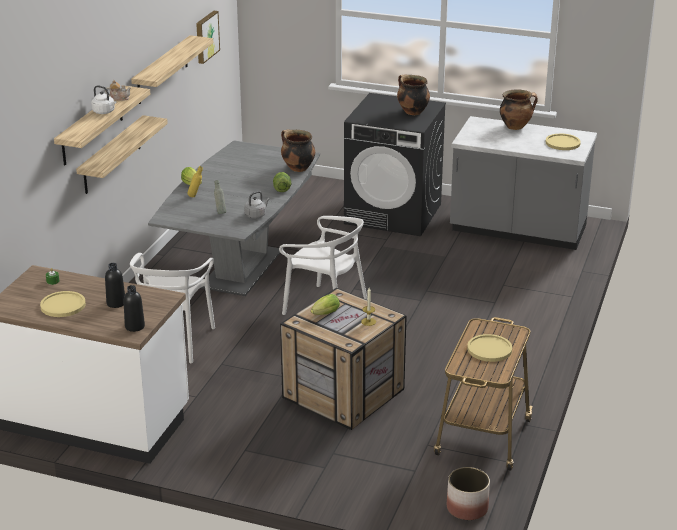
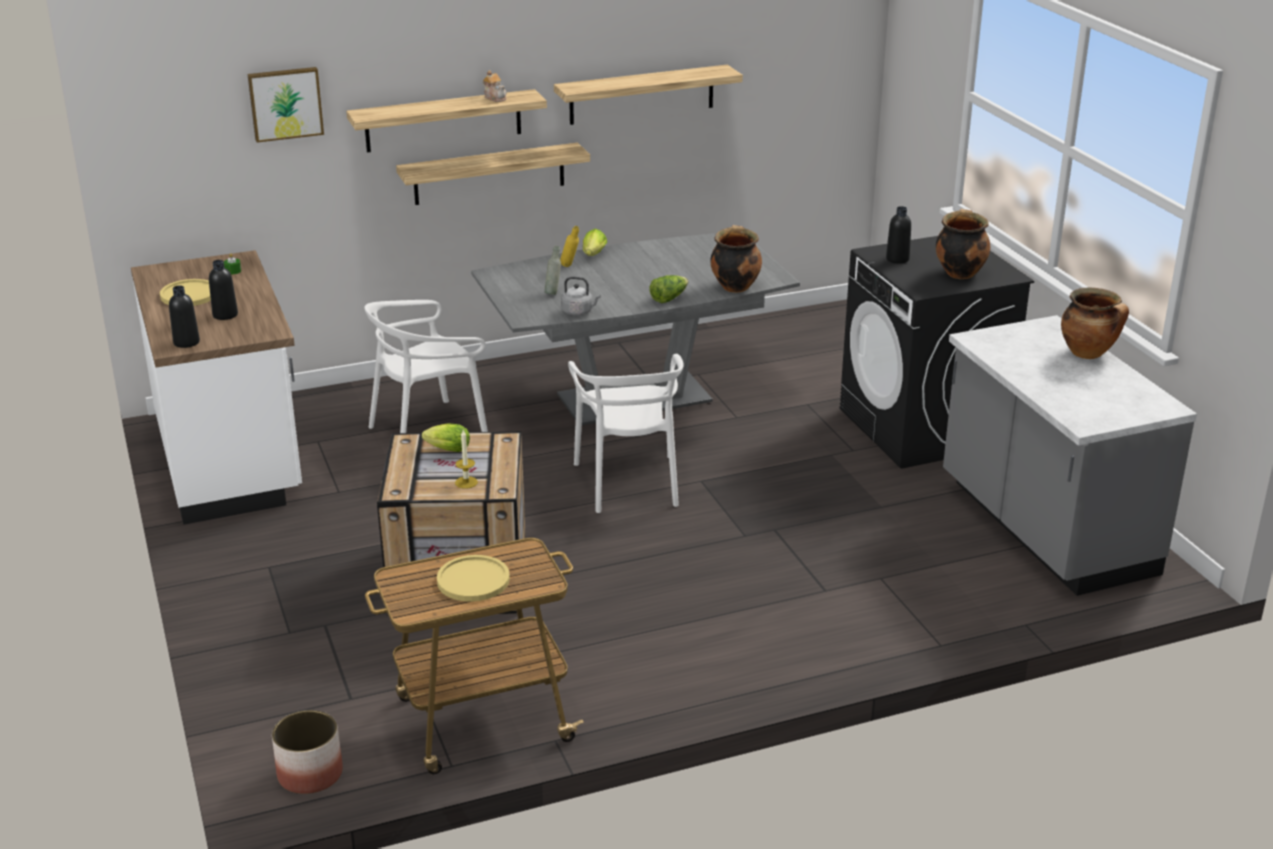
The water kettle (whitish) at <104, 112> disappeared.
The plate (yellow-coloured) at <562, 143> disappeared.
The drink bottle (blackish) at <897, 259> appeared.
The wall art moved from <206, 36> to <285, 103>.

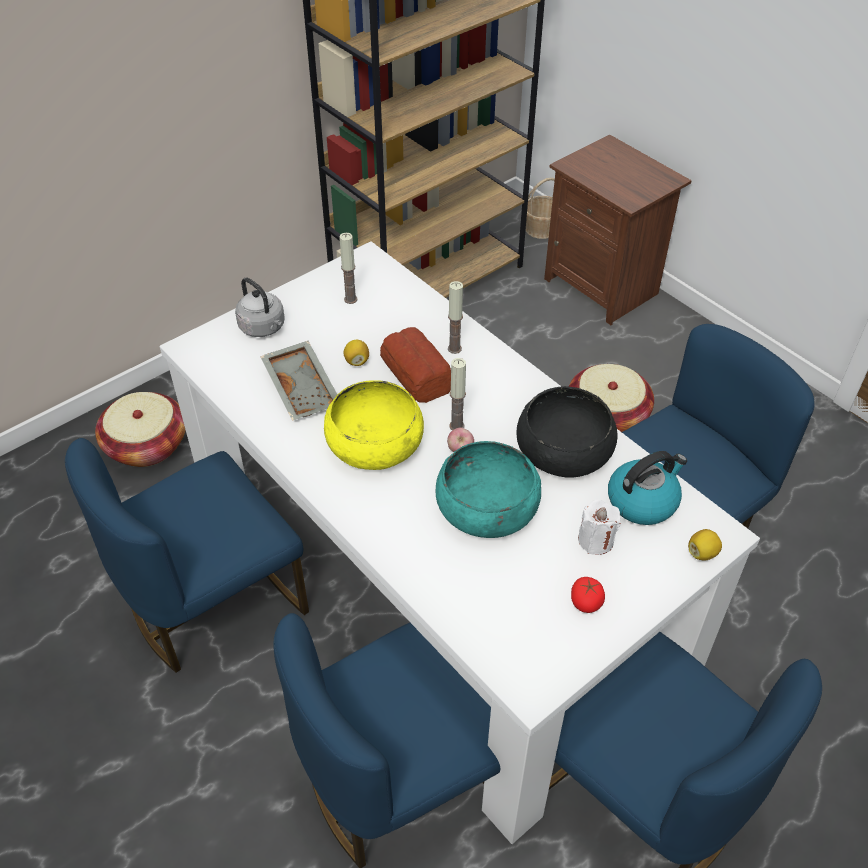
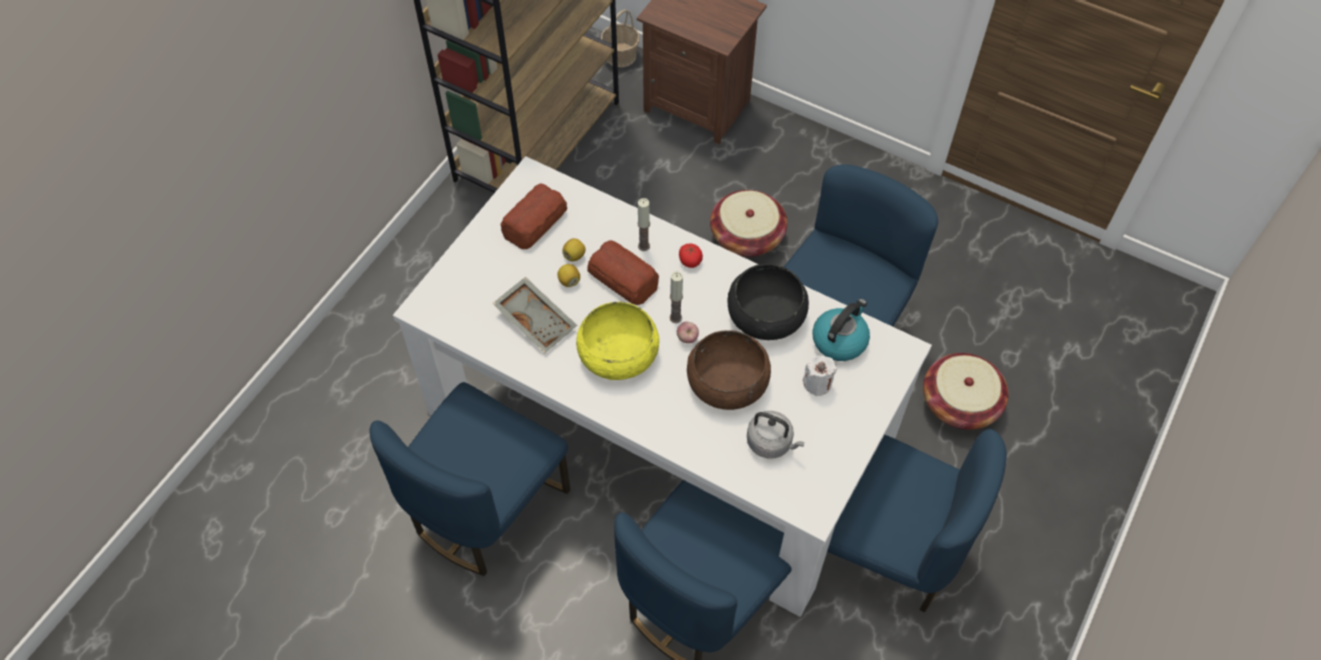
The household basket moved from <146, 445> to <959, 403>.
The water kettle (grey) moved from <263, 328> to <771, 443>.
The whole tomato moved from <586, 602> to <690, 260>.
The lemon moved from <702, 553> to <574, 255>.
The wax light at <350, 299> was replaced by the bakery bread at <535, 222>.
The deep dish (blue-green) at <486, 507> became the deep dish (brownish) at <727, 381>.

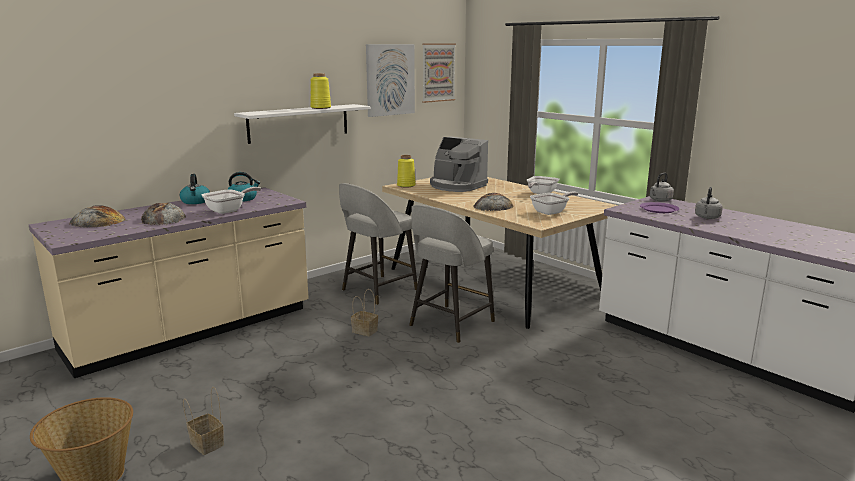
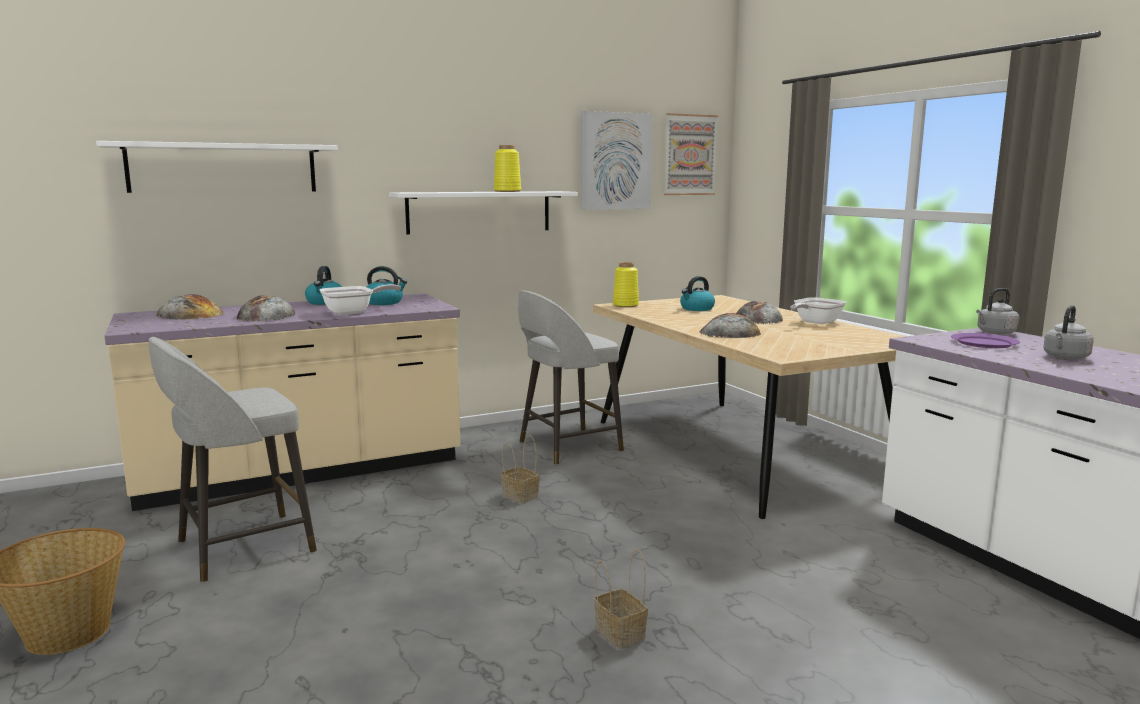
The frying pan at <552, 212> disappeared.
The wall shelf (whitish) at <223, 168> appeared.
The bakery bread at <758, 318> appeared.
The household basket moved from <205, 443> to <618, 633>.
The stool seat (grey) moved from <450, 324> to <241, 547>.
The coffee brewer at <456, 186> was replaced by the water kettle at <696, 309>.

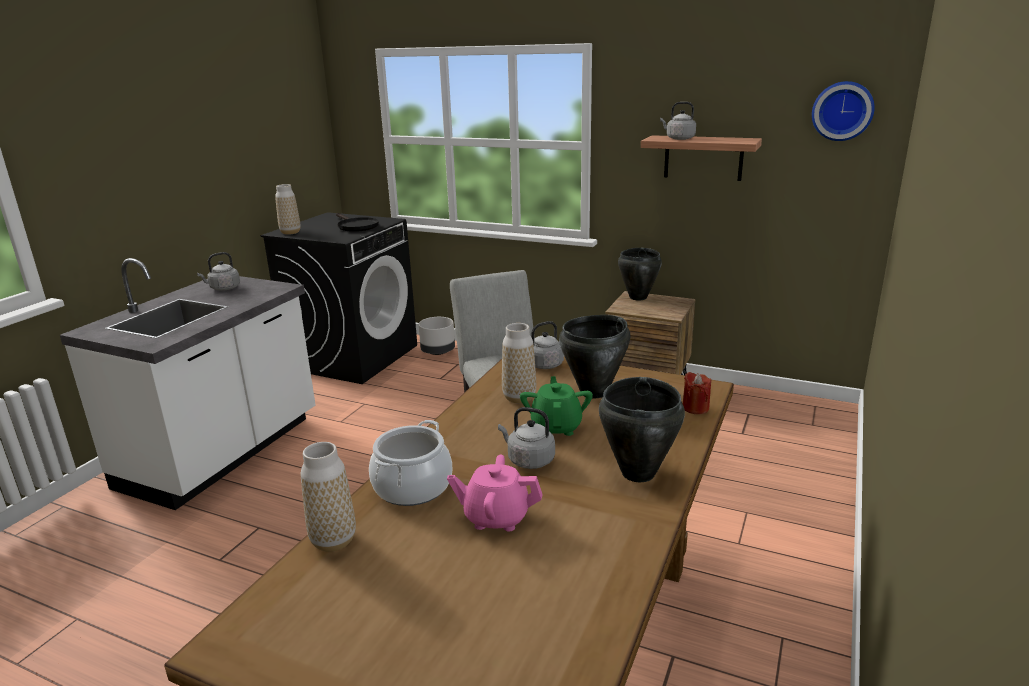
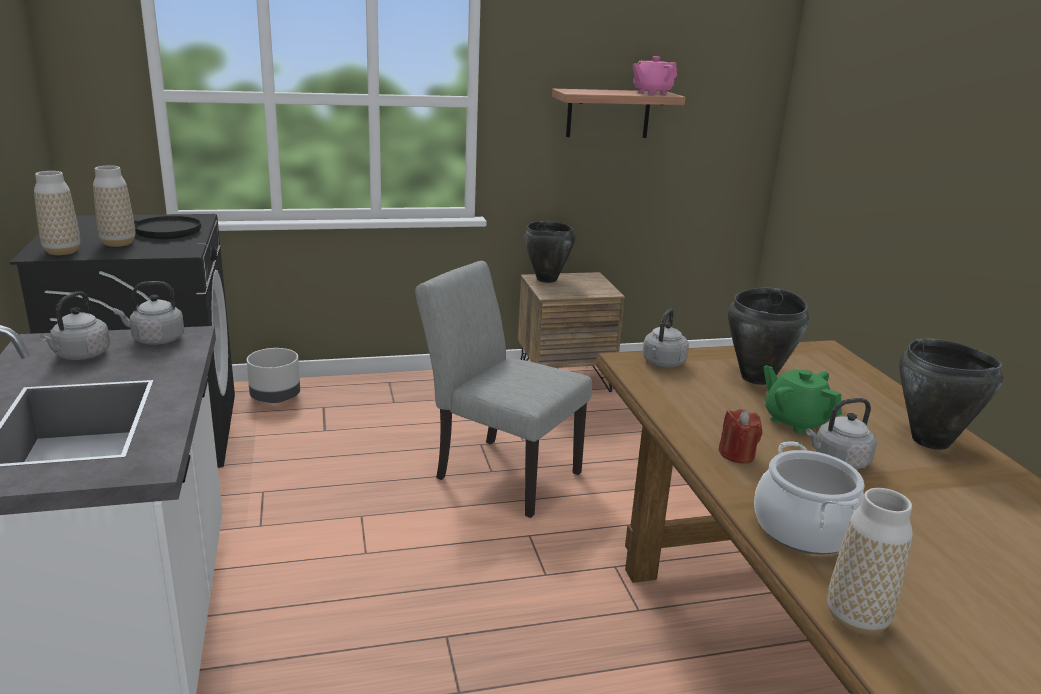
The clock on the wall at <842, 111> disappeared.
The teapot (pink) moved from <496, 517> to <652, 93>.
The vase moved from <519, 398> to <118, 243>.
The water kettle (grey) moved from <678, 138> to <155, 339>.
The wax light (red) moved from <695, 408> to <737, 454>.

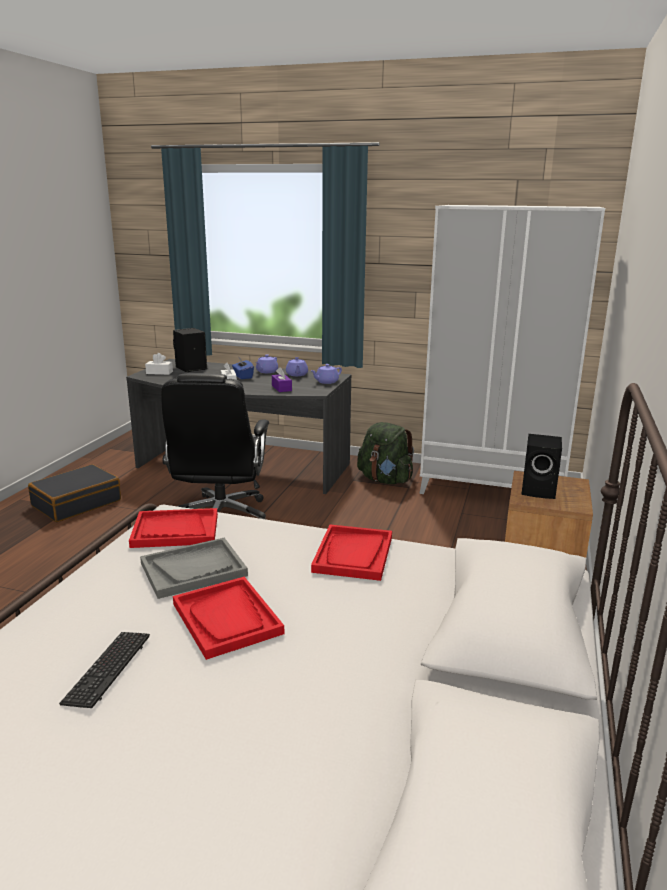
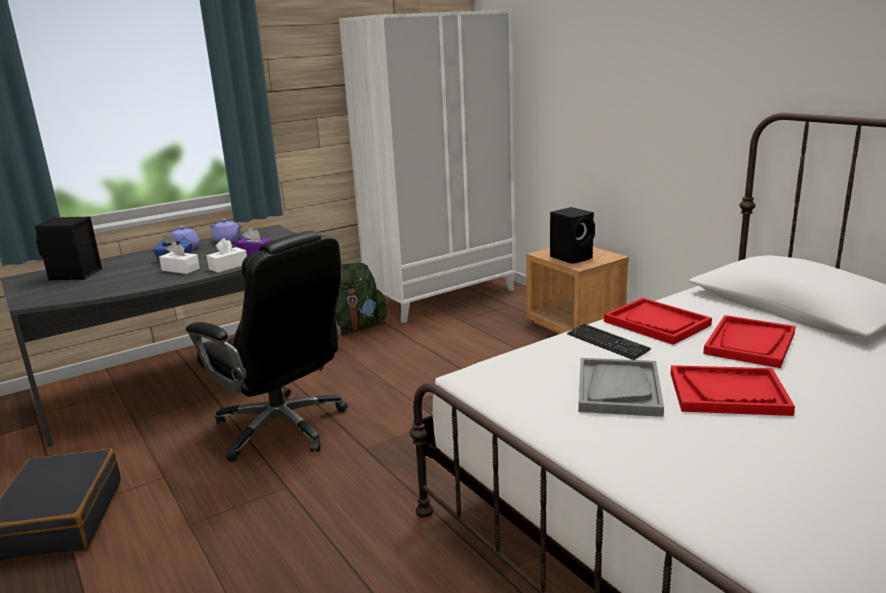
The teapot (purple) at <326, 382> disappeared.
The computer keyboard moved from <108, 670> to <607, 343>.
The tray (red) moved from <175, 530> to <750, 344>.
The box of tissues (whitish) moved from <159, 372> to <228, 266>.

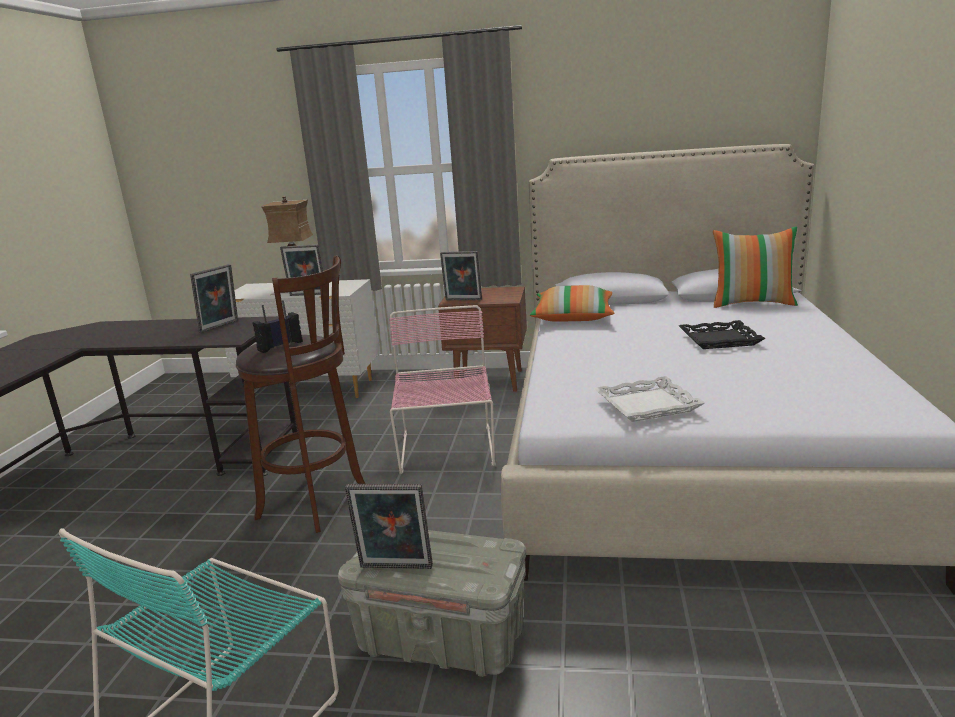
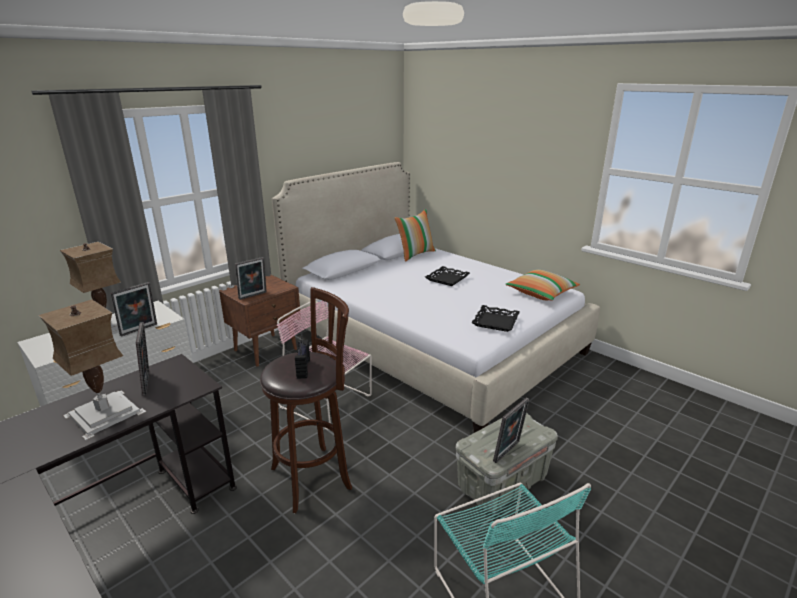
The tabletop lamp at <102, 414> appeared.
The pillow moved from <573, 317> to <541, 293>.
The tray (whitish) at <647, 405> became the tray (blackish) at <495, 321>.

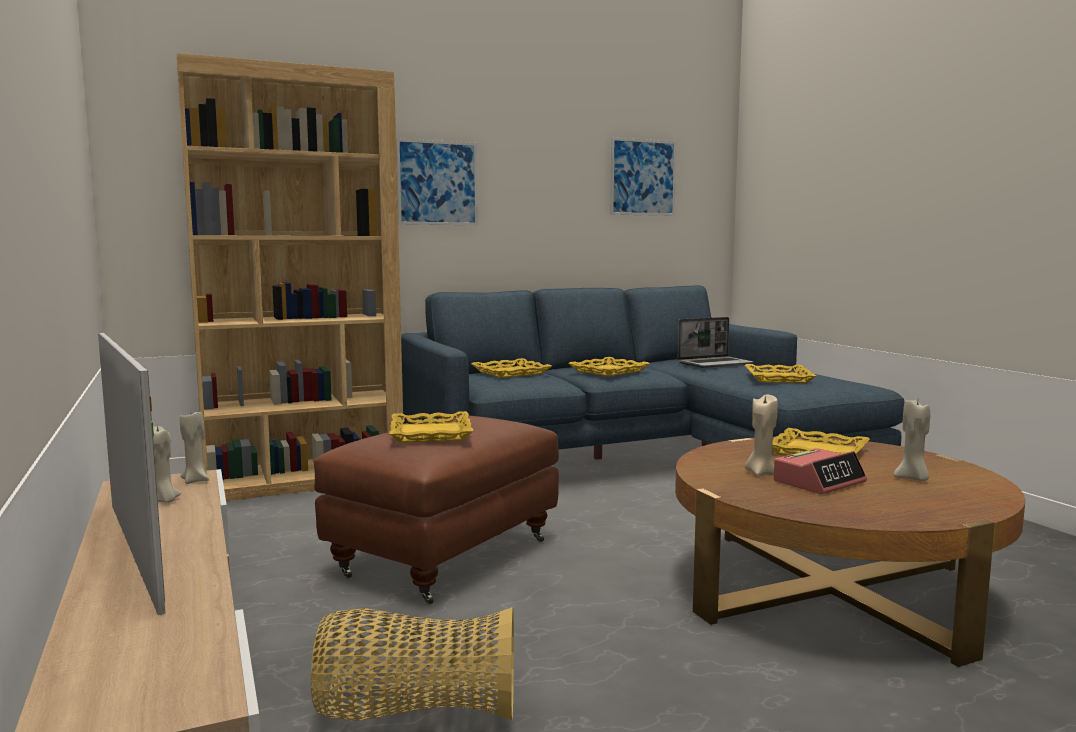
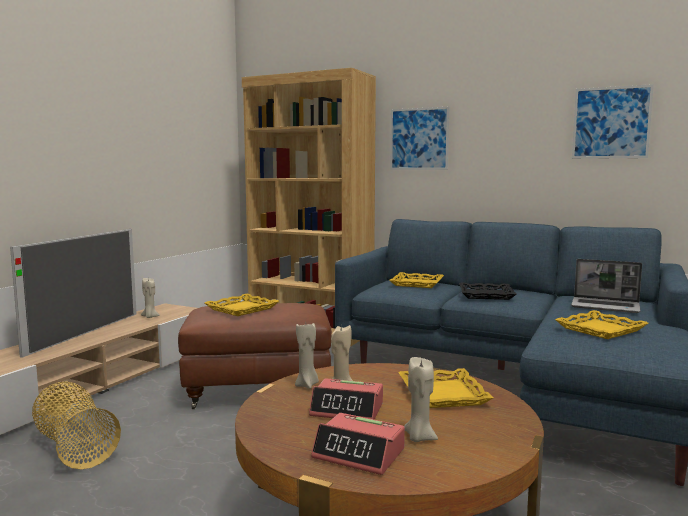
The table clock at <359, 454> appeared.
The wax light (sand-coloured) moved from <196, 480> to <307, 385>.
The tray (yellow-coloured) at <608, 371> became the tray (blackish) at <486, 295>.

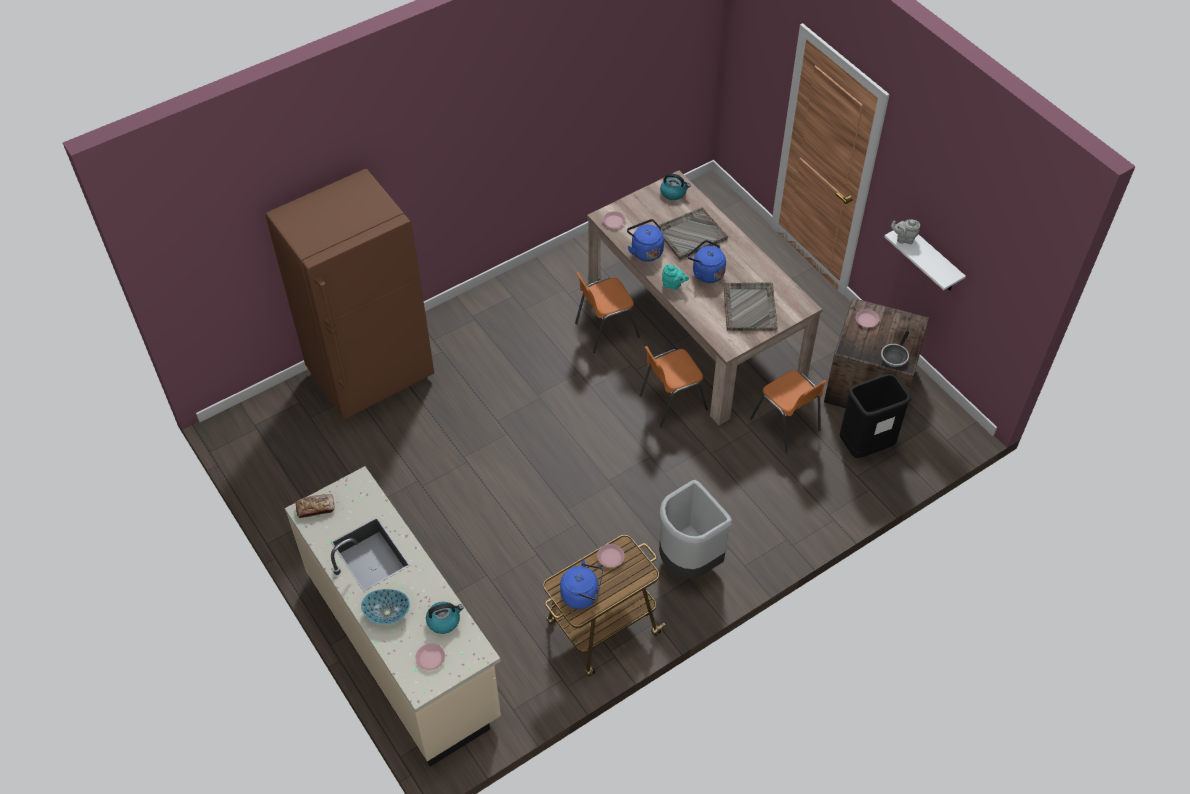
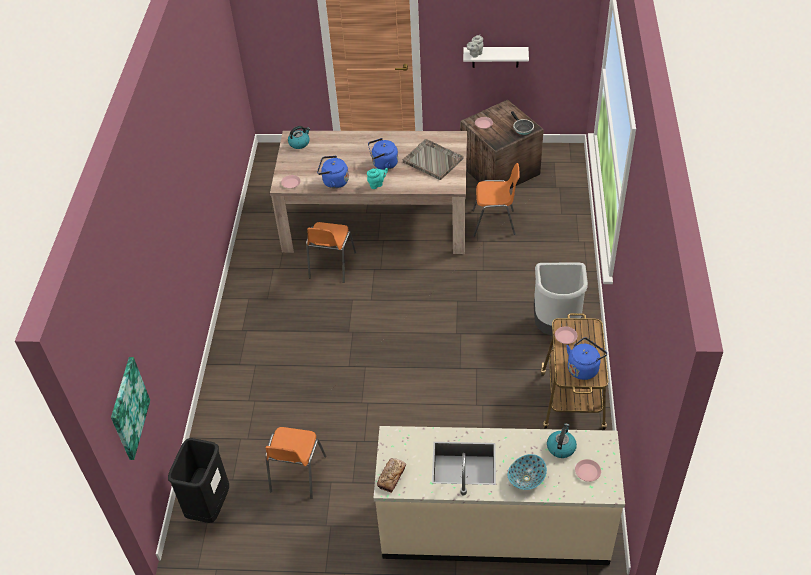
The fridge (brownish) at <372, 376> disappeared.
The tray (grey) at <690, 234> disappeared.
The wall art at <128, 408> appeared.
The plain chair (orange-coloured) moved from <671, 402> to <296, 475>.
The rubbish bin (blackish) moved from <865, 446> to <209, 506>.

